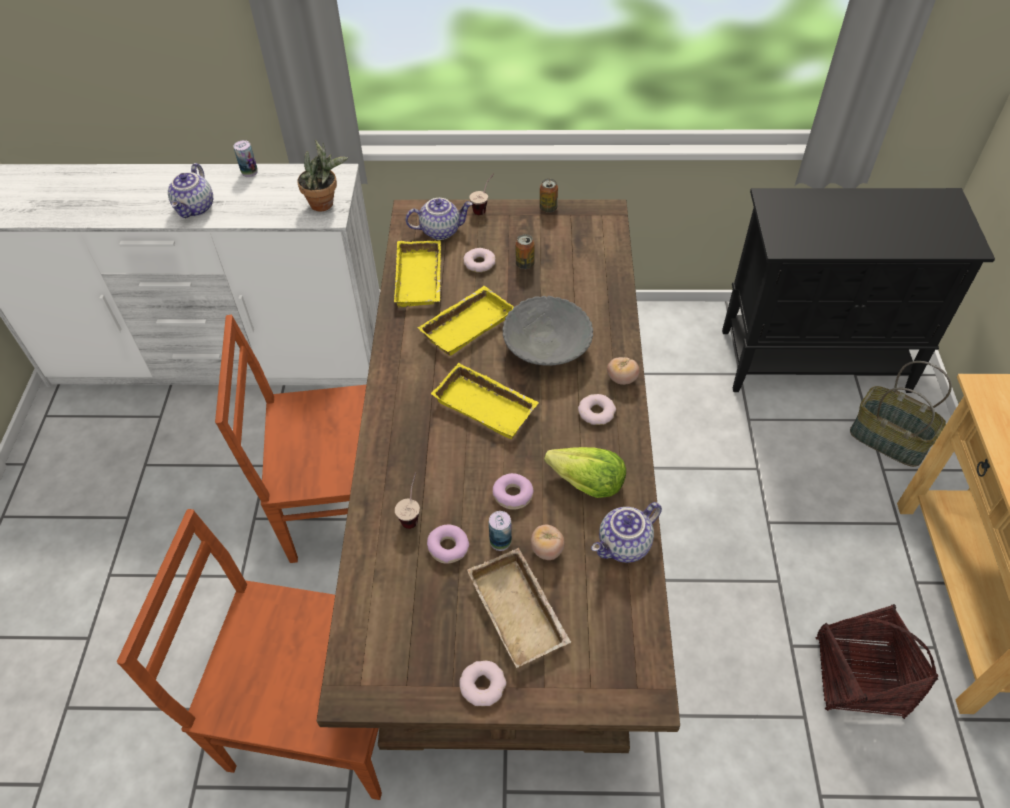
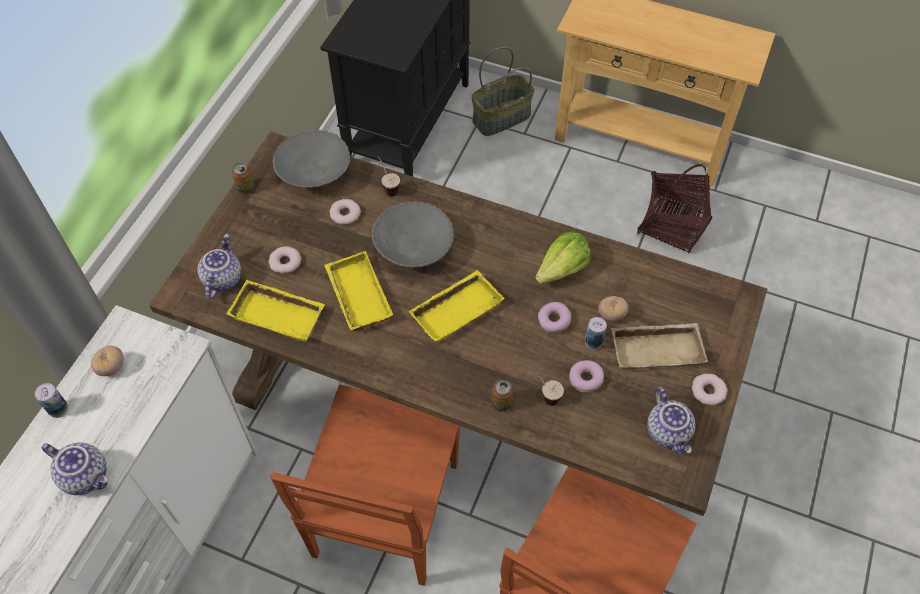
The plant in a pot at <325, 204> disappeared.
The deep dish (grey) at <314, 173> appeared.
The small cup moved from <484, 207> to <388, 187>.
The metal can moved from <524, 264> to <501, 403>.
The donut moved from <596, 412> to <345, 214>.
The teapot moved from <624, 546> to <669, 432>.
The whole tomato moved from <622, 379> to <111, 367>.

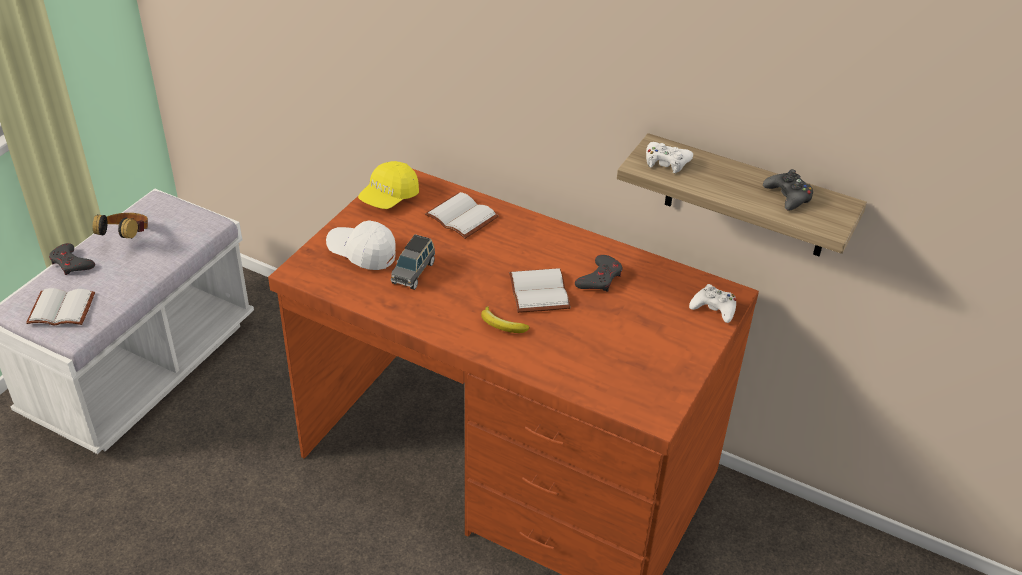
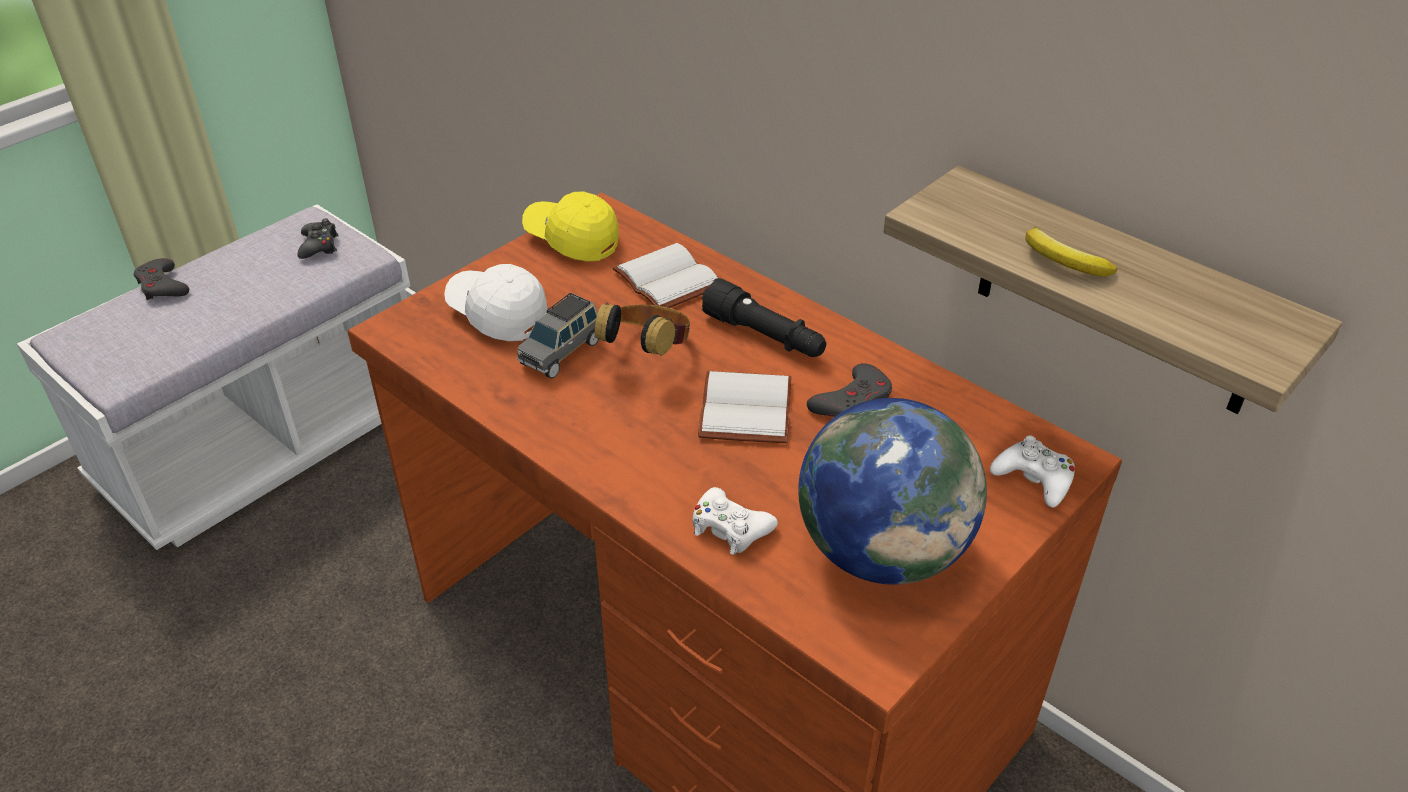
The volume (whitish) at <63, 308> disappeared.
The torch (blackish) at <765, 336> appeared.
The globe at <882, 551> appeared.
The pair of headphones moved from <127, 238> to <648, 353>.
The whole banana moved from <502, 326> to <1062, 262>.
The gamepad (whitish) moved from <666, 162> to <730, 528>.
The gamepad (blackish) moved from <788, 196> to <319, 246>.
The cap (yellow-coloured) at <389, 197> turned 75 degrees clockwise.

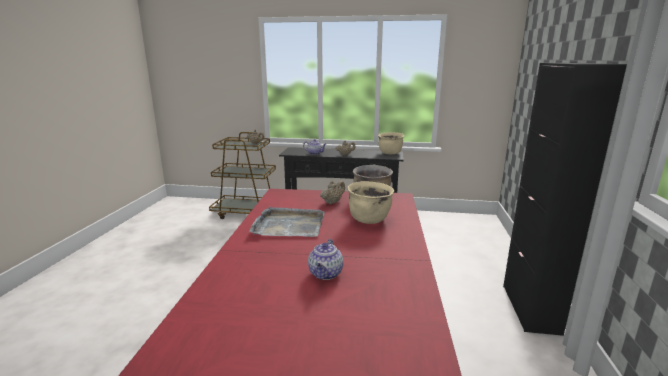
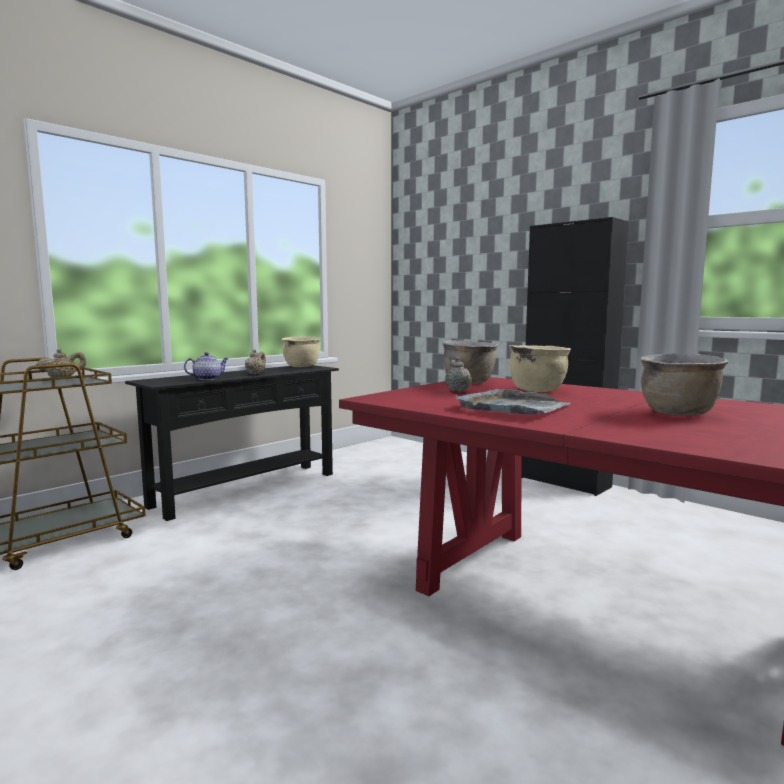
The teapot at <326, 274> was replaced by the saucepot (brownish) at <678, 414>.

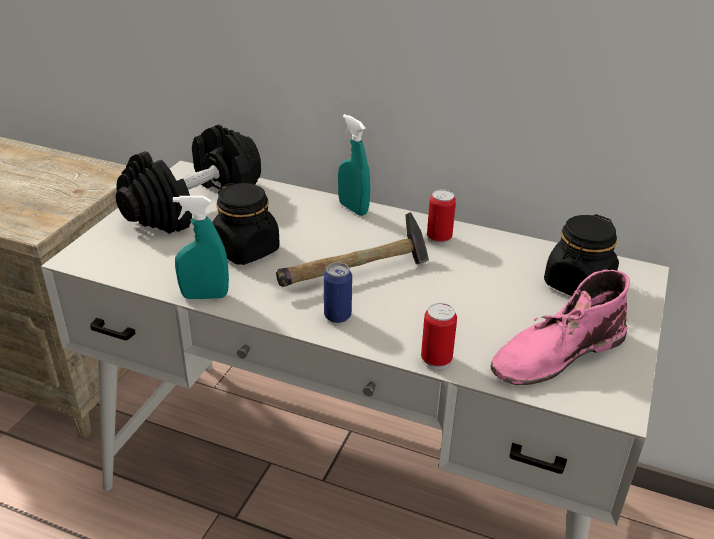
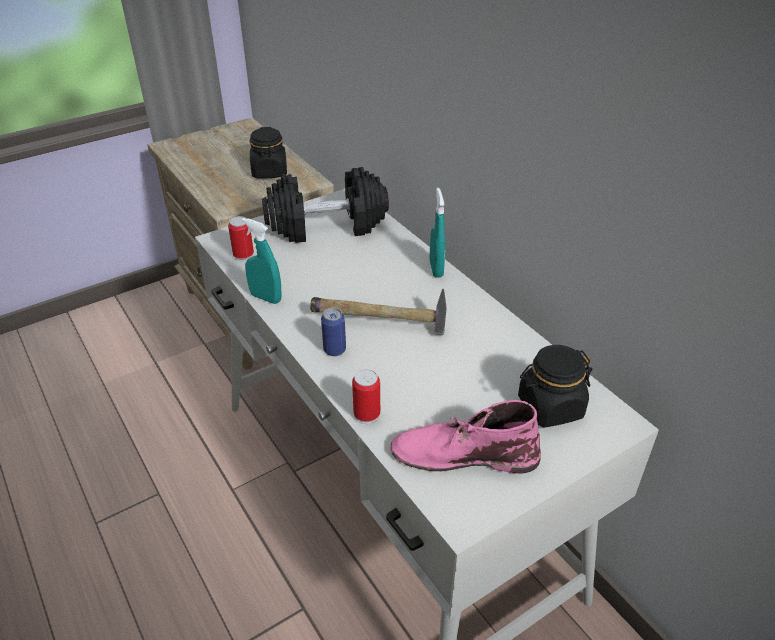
The jar (blackish) moved from <246, 250> to <269, 172>.
The metal can moved from <439, 238> to <243, 255>.

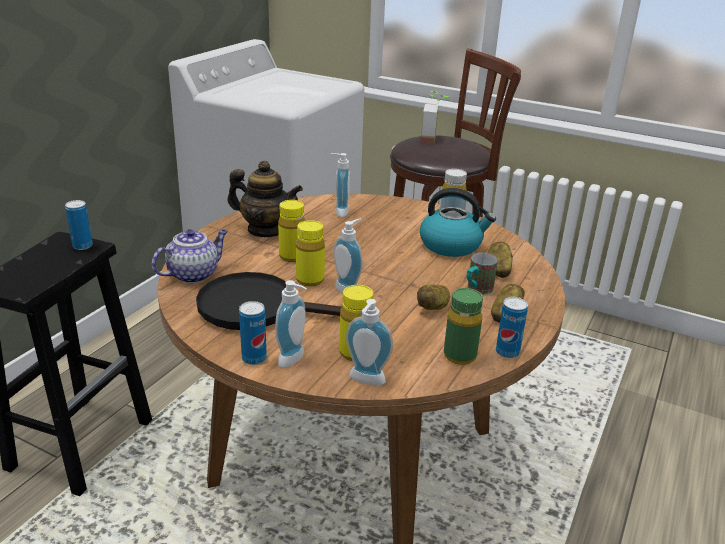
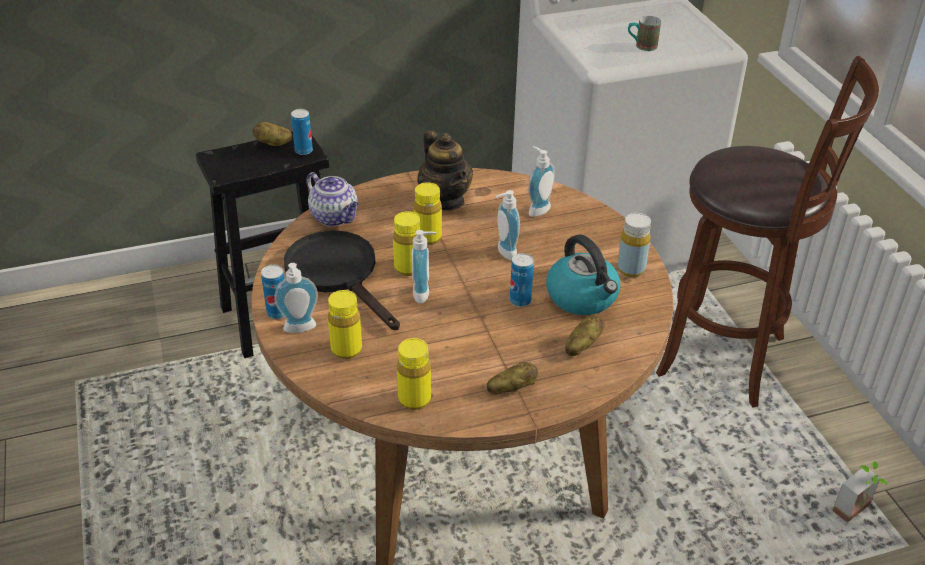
The liquid soap bottle moved from <365, 381> to <504, 253>.
The spud moved from <433, 307> to <273, 143>.
The plant in a pot moved from <434, 139> to <857, 513>.
The coffee mug moved from <476, 290> to <641, 46>.
The metal can moved from <507, 352> to <520, 301>.
The drink bottle (greenish) at <459, 356> became the drink bottle (yellow-coloured) at <414, 399>.
The teapot at <194, 274> turned 45 degrees clockwise.

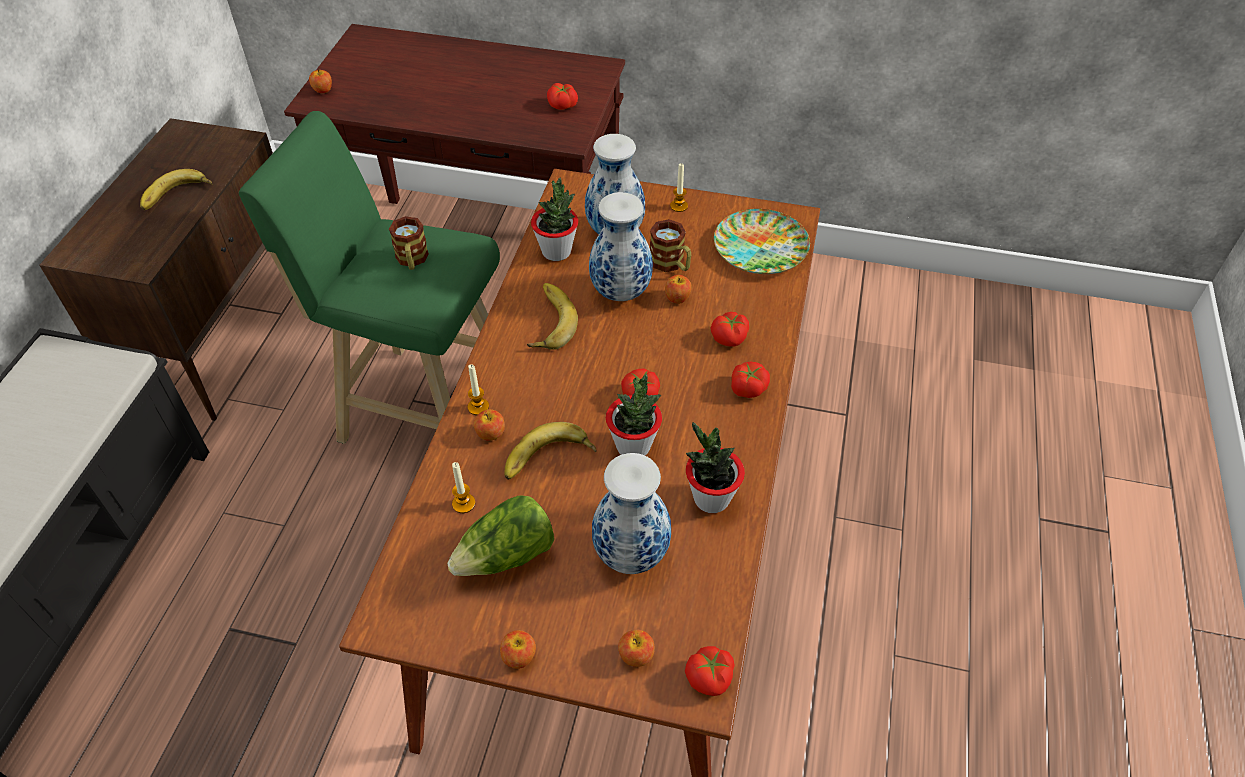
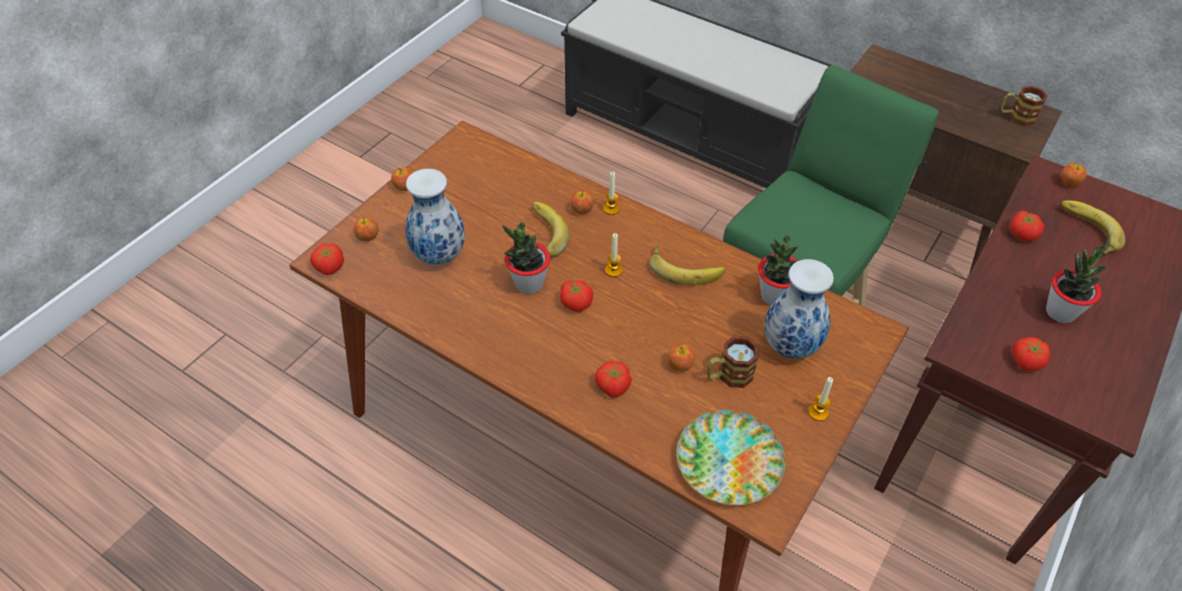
The lettuce head at <507, 556> disappeared.
The vase at <619, 292> disappeared.
The whole banana moved from <177, 196> to <1086, 231>.
The coffee mug moved from <412, 260> to <1016, 117>.
The wax light moved from <463, 503> to <613, 270>.
The plant in a pot moved from <711, 498> to <1060, 312>.
The whole tomato moved from <747, 388> to <1022, 233>.

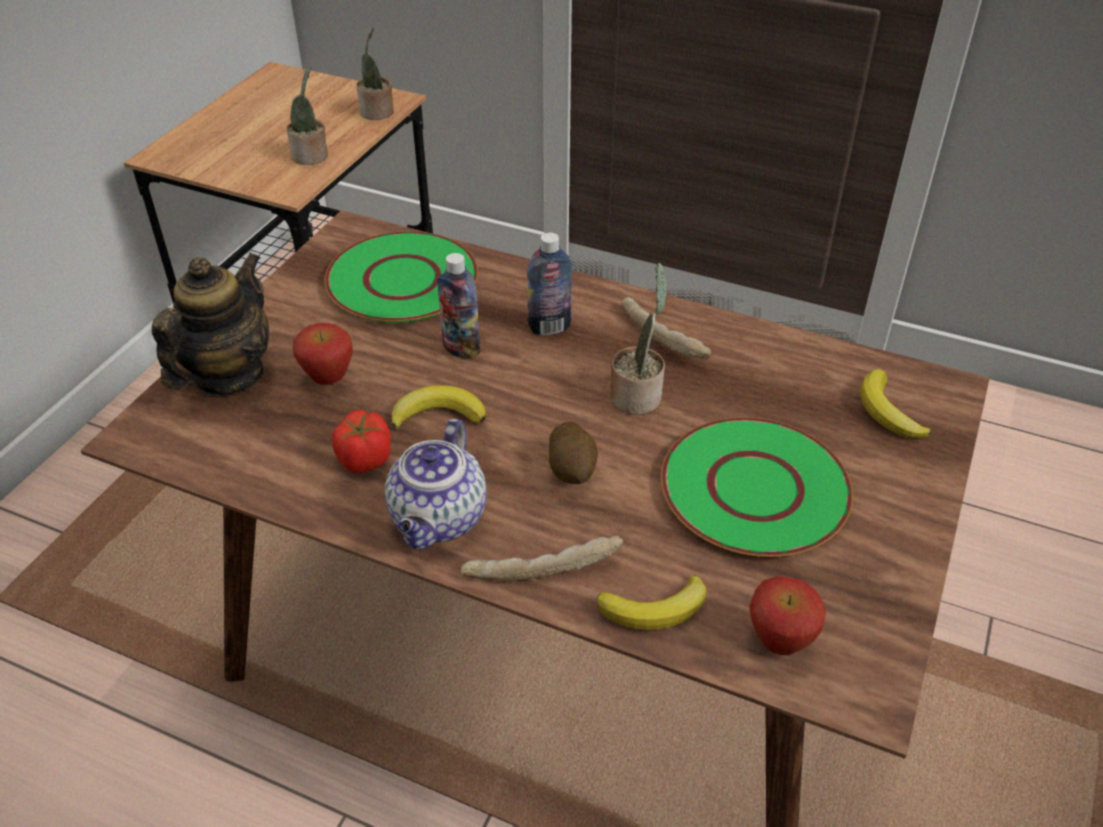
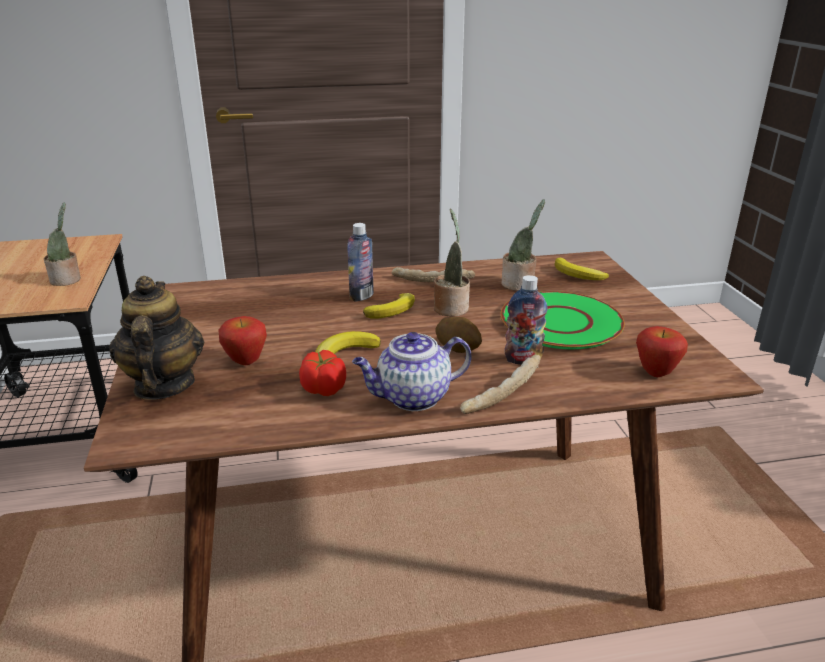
The plate (greenish) at <402, 279> disappeared.
The plant in a pot moved from <377, 113> to <519, 284>.
The drink bottle moved from <461, 349> to <523, 359>.
The whole banana moved from <655, 609> to <393, 310>.
The teapot at <439, 520> turned 90 degrees clockwise.

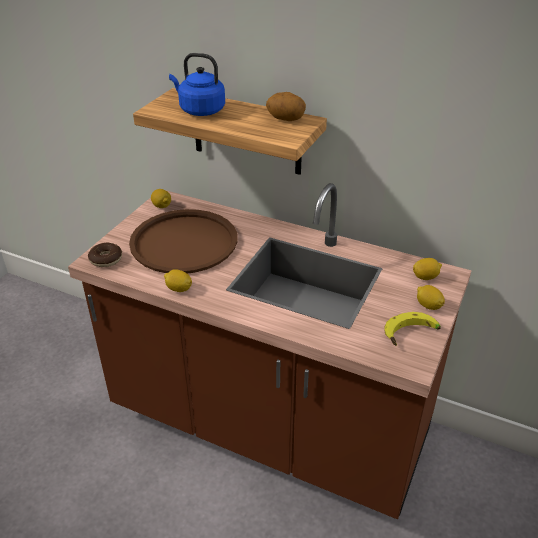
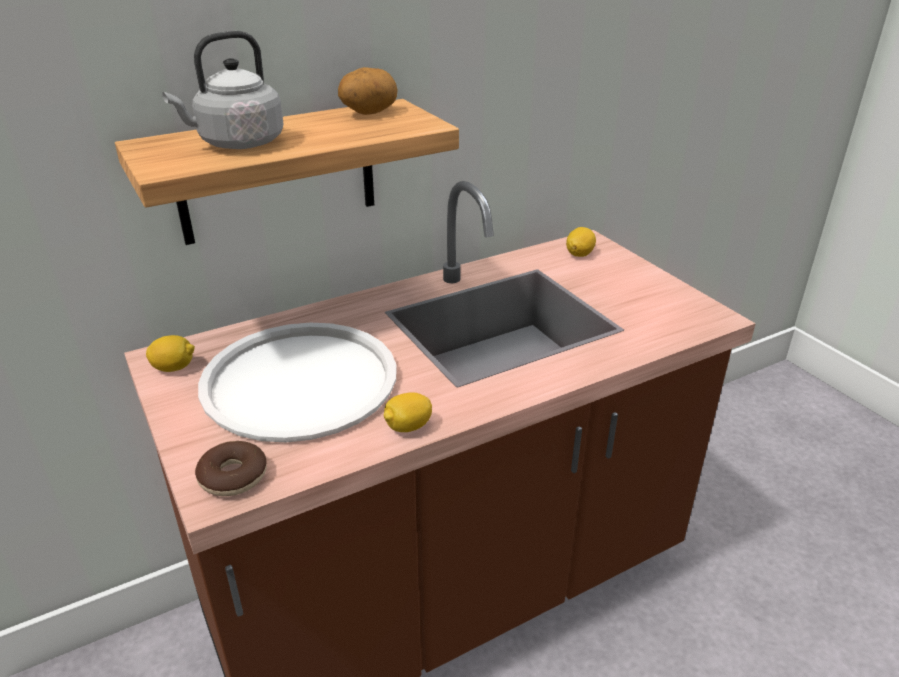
The whole banana at <411, 335> disappeared.
The lemon at <428, 306> disappeared.
The tray (brownish) at <184, 242> became the tray (whitish) at <300, 381>.
The water kettle (blue) at <200, 110> became the water kettle (grey) at <237, 144>.

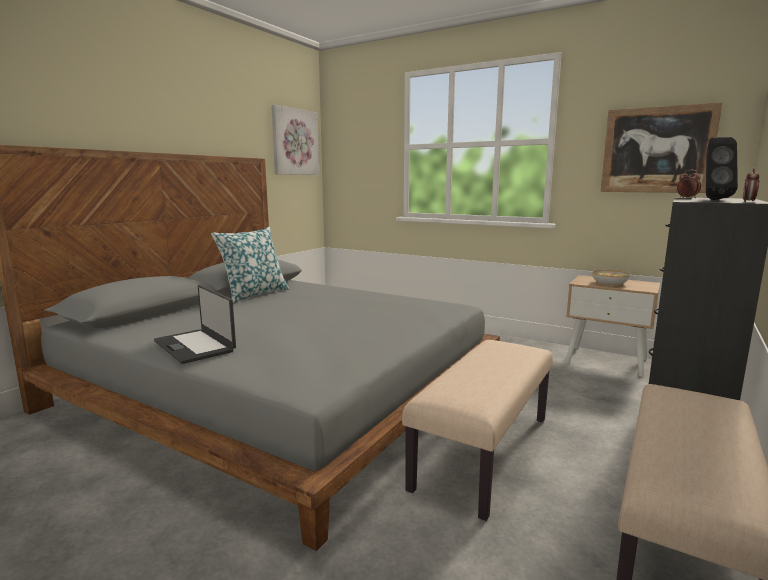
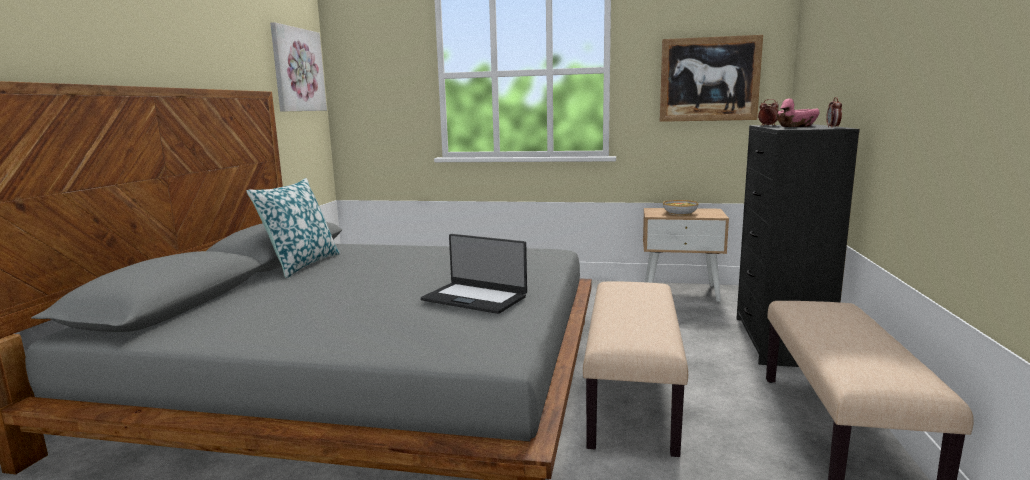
The laptop moved from <195, 346> to <475, 298>.
The audio speaker (blackish) at <712, 199> was replaced by the deep dish (pink) at <795, 126>.

